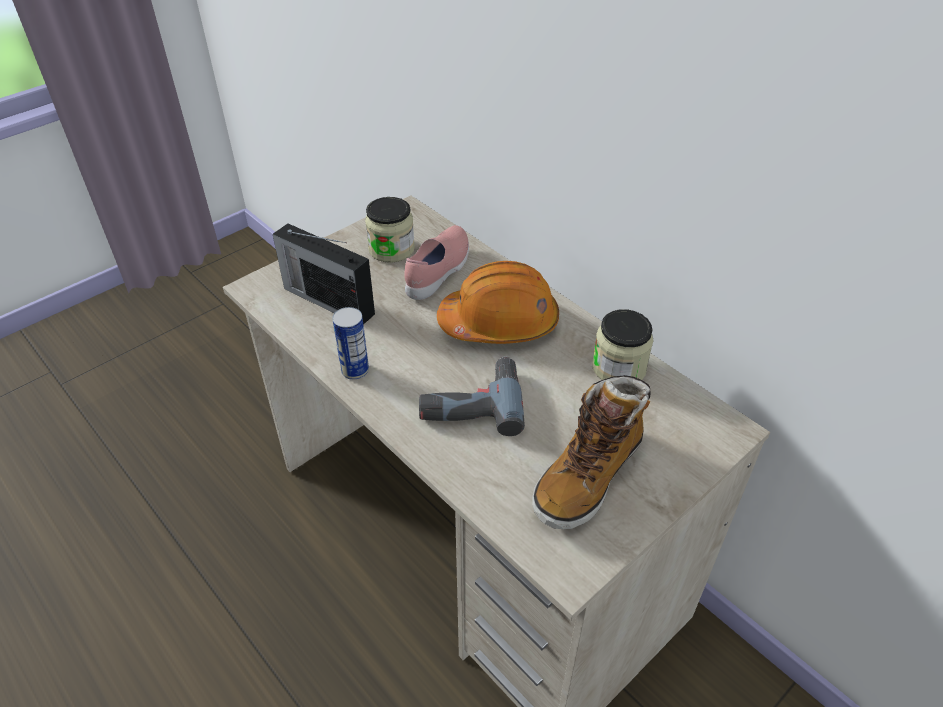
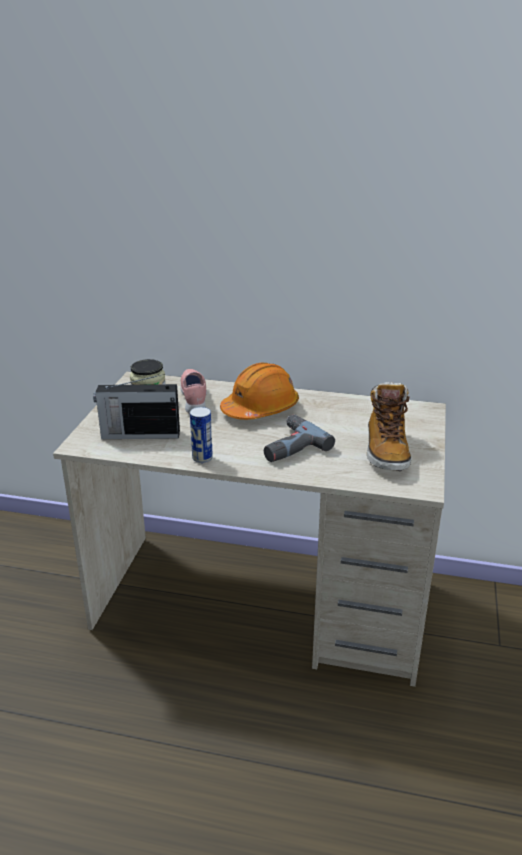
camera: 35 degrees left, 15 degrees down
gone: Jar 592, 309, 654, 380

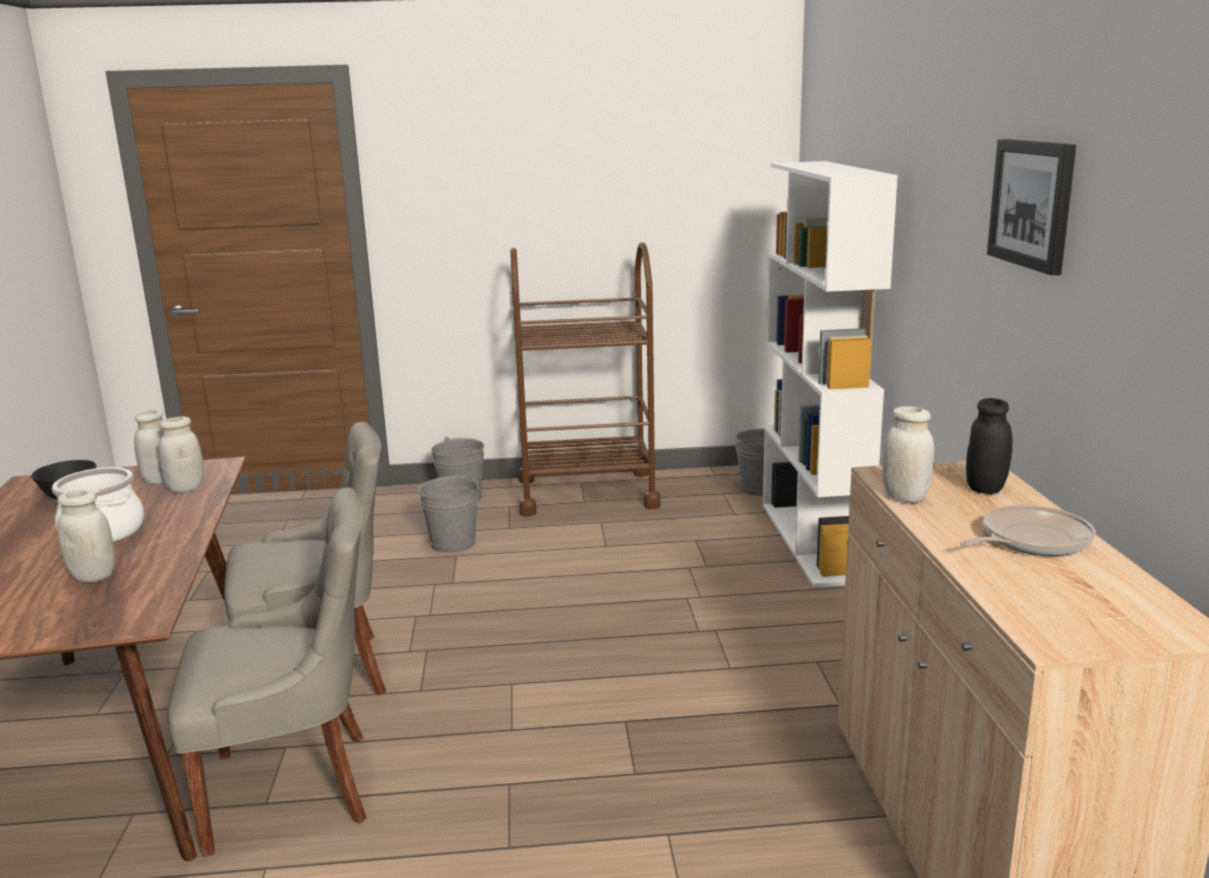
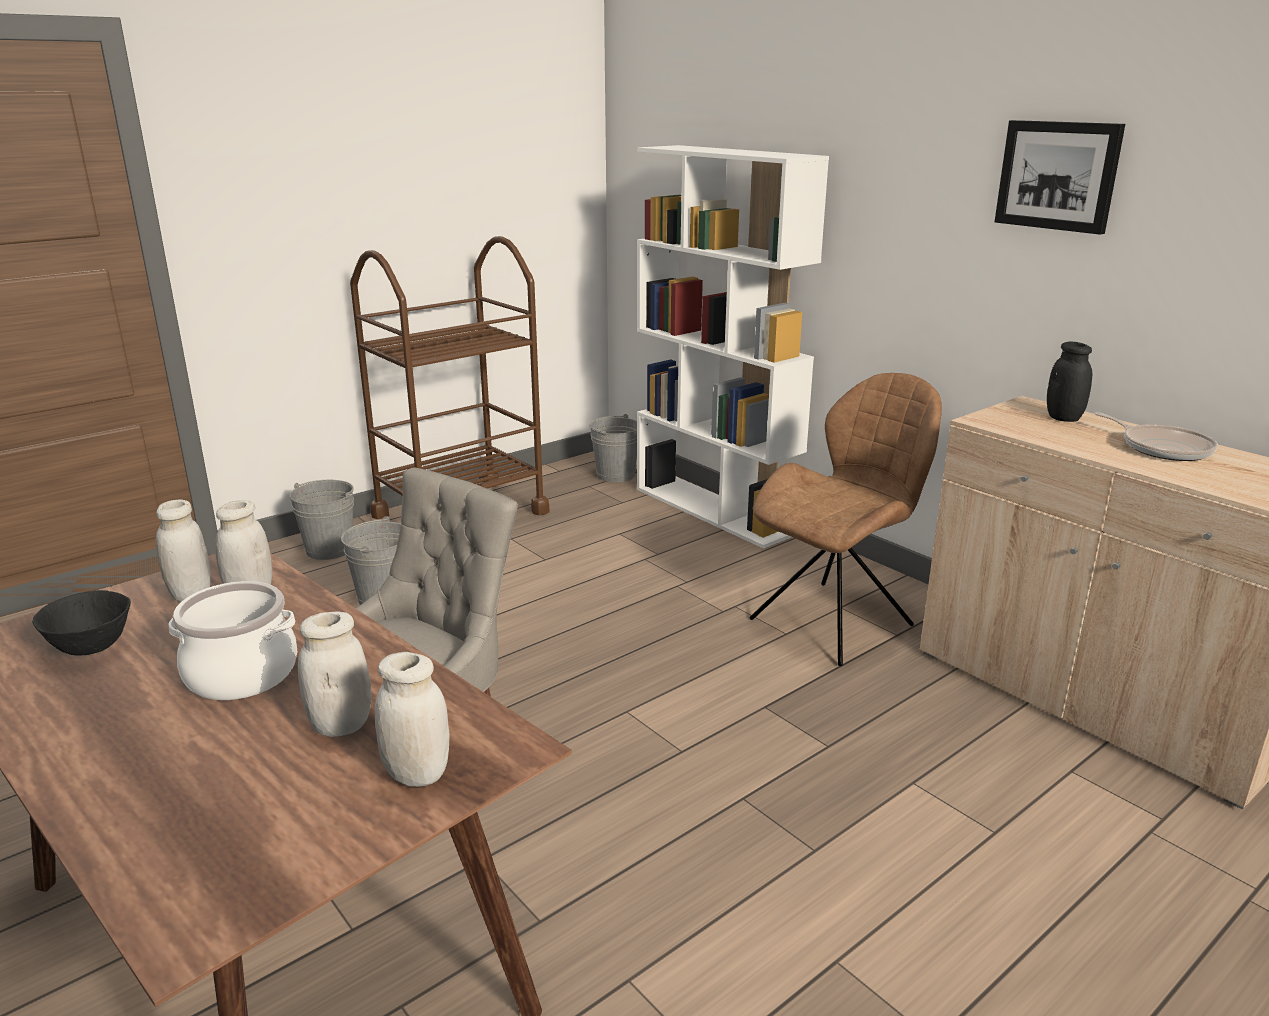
camera: 35 degrees left, 5 degrees up
gone: GreyChair 168, 488, 366, 857
new: BrownChair 749, 373, 942, 666
shifted: WhiteJar 882, 406, 934, 503 to 375, 652, 450, 787
rotated: FryingPan 959, 505, 1096, 556 = 1095, 412, 1218, 461 120 degrees clockwise

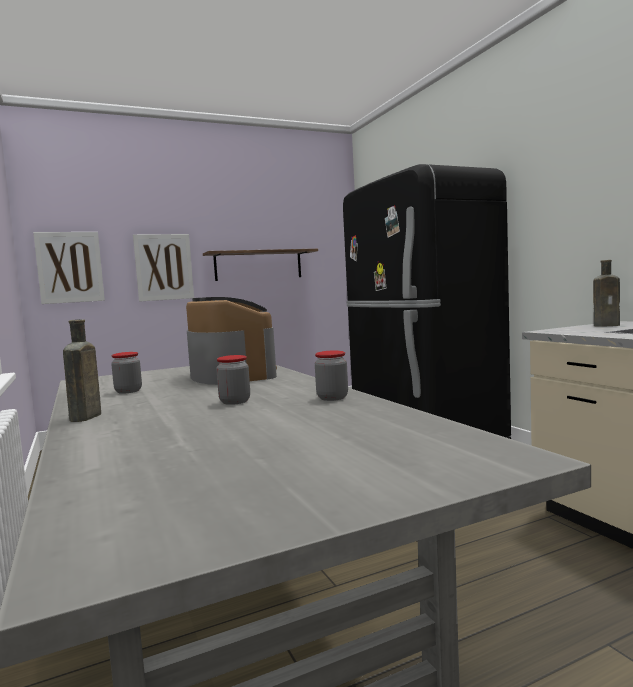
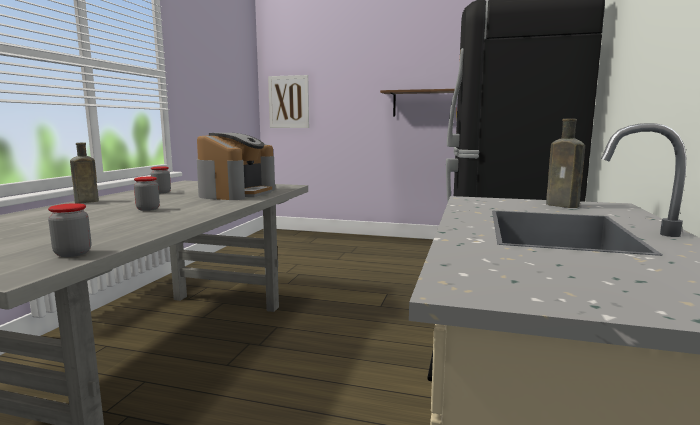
camera: 40 degrees right, 5 degrees up
gone: Picture 133, 234, 194, 302
shifted: Jar 315, 350, 348, 401 to 48, 203, 91, 257

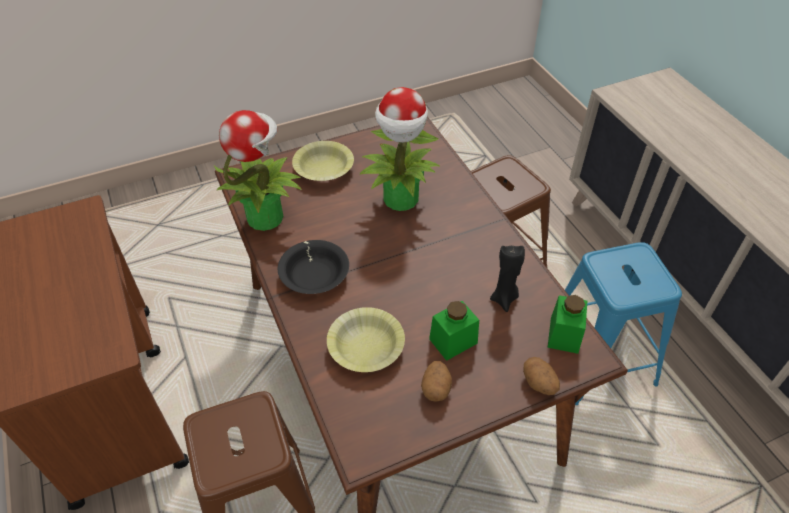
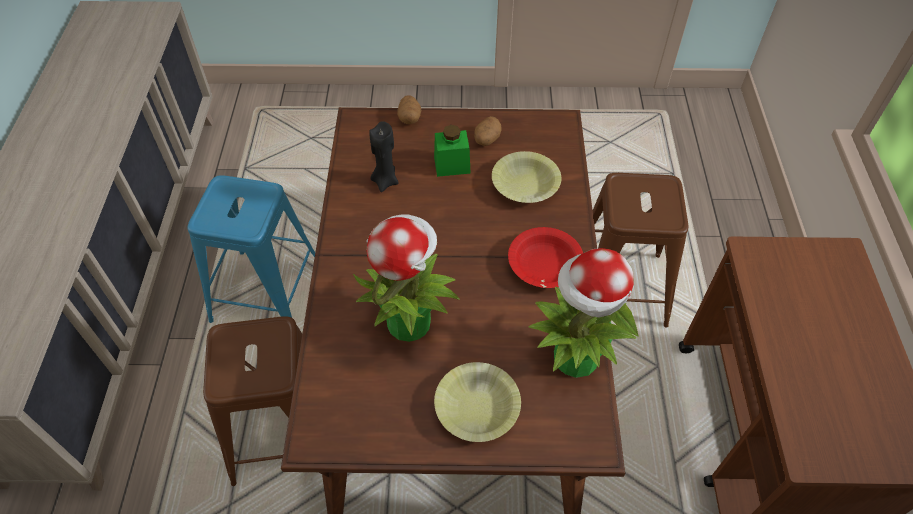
camera: 155 degrees left, 5 degrees up
gone: GreenJar 548, 295, 587, 354
repainted: BlackBowl 278, 240, 349, 294 to RedBowl 508, 227, 583, 288

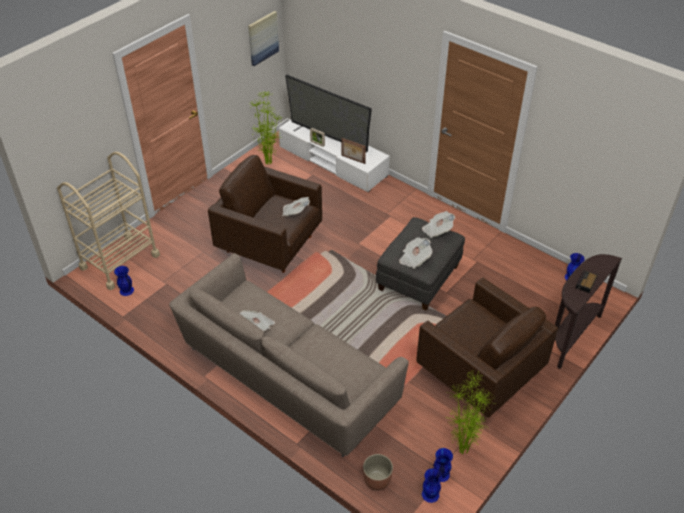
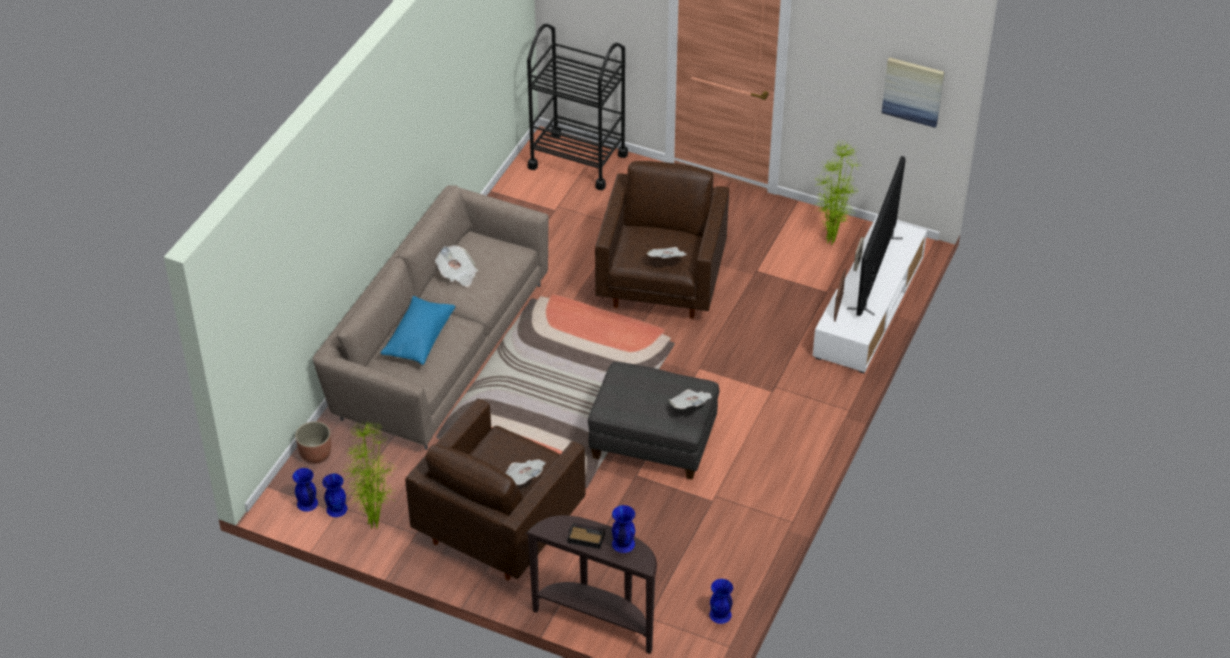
camera: 75 degrees right, 0 degrees up
new: BluePillow 380, 296, 455, 365
shifted: BlueVase 114, 266, 134, 296 to 612, 505, 635, 553; Newspaper 399, 237, 432, 269 to 506, 459, 546, 485
repainted: BeigeCart 57, 152, 160, 290 to BlackCart 527, 24, 628, 190

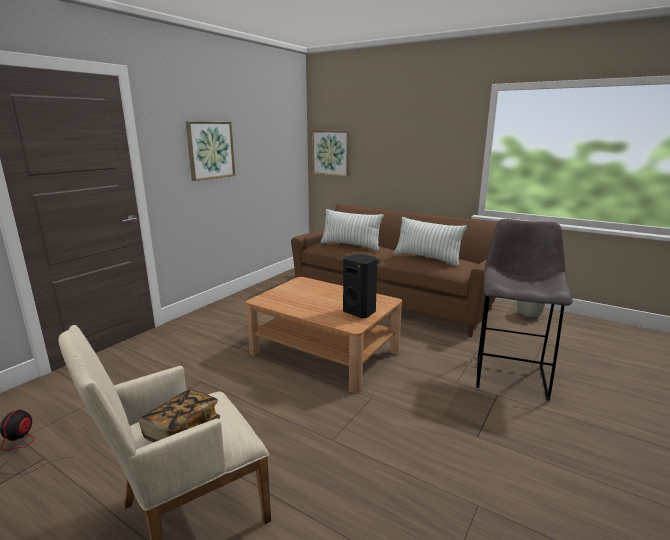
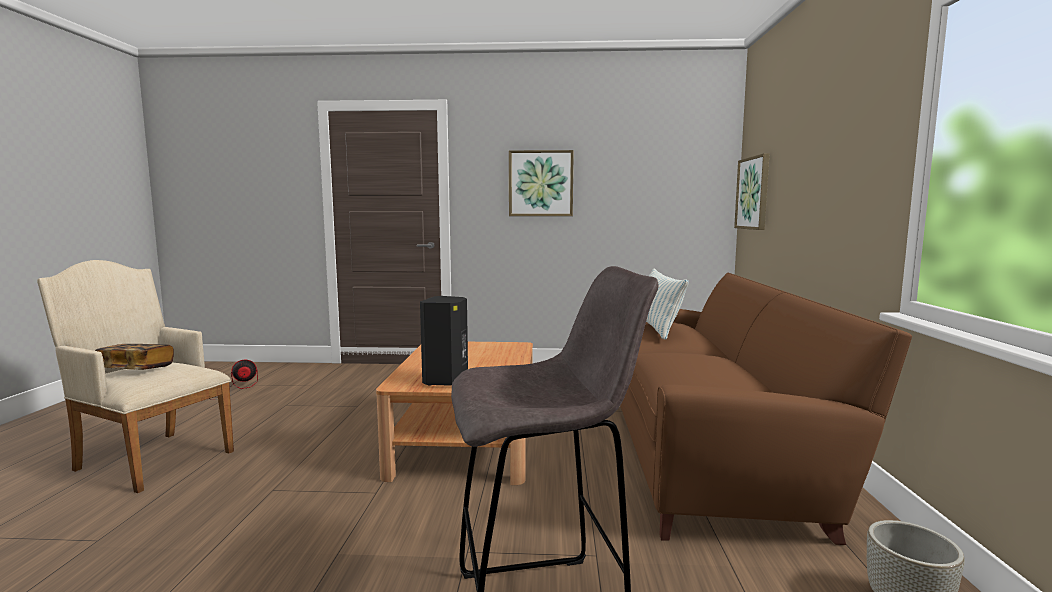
camera: 60 degrees right, 10 degrees down
gone: Pillow 394, 217, 467, 266

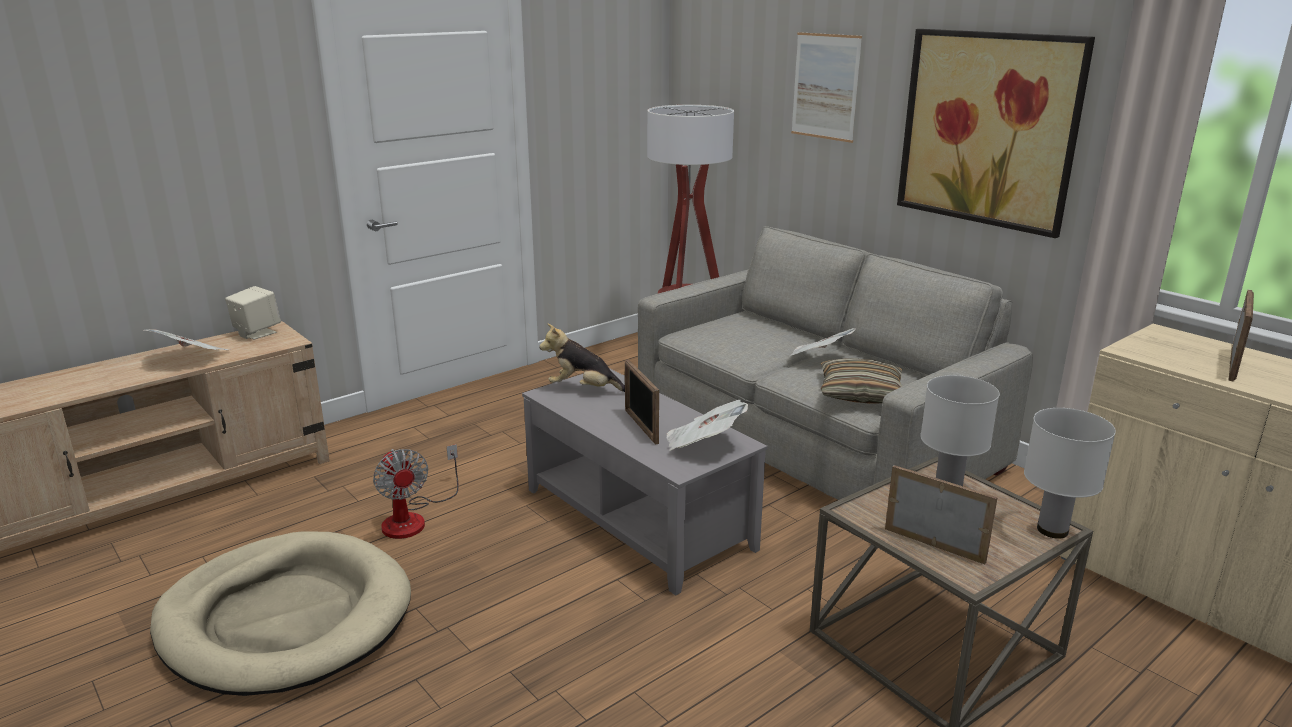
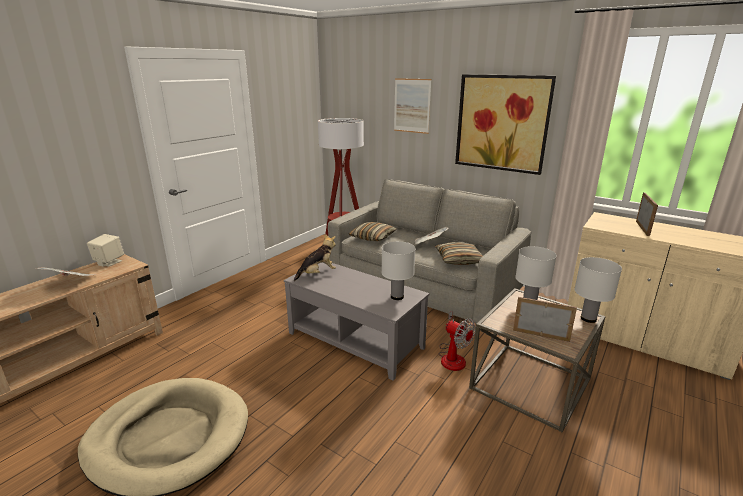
camera: 15 degrees left, 0 degrees up
gone: PictureFrame 625, 359, 659, 444
new: Pillow 348, 222, 398, 241
shifted: Fan 373, 444, 458, 539 to 438, 311, 476, 371
swapped: Newspaper 666, 400, 748, 451 to WhiteTableLamp 381, 241, 416, 300
rotated: PlushToy 539, 323, 625, 392 = 294, 234, 336, 281 150 degrees clockwise

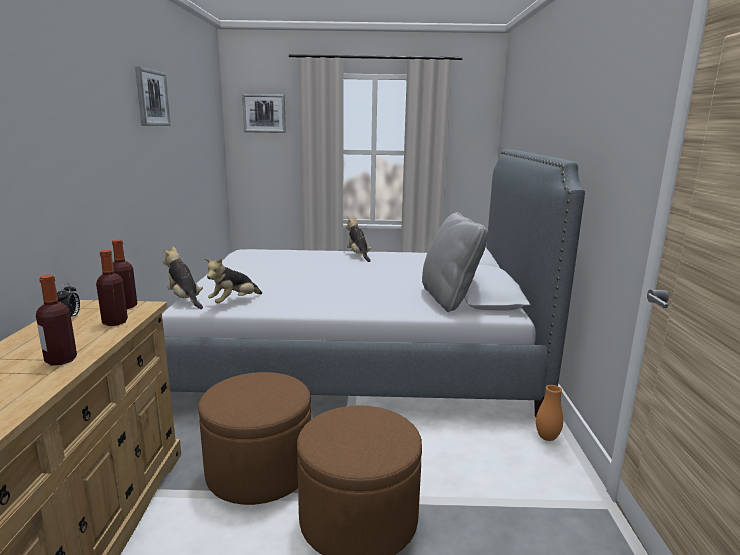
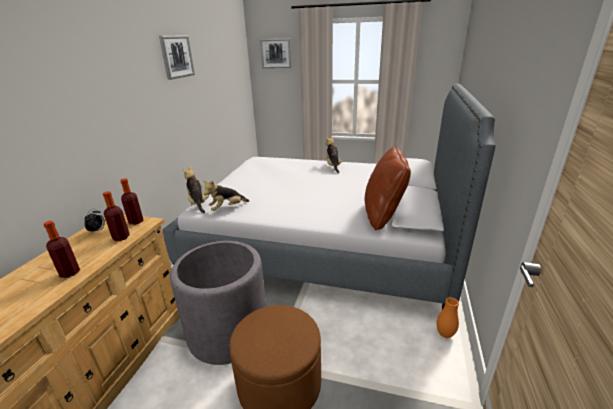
camera: 15 degrees right, 10 degrees up
swapped: BrownOttoman 198, 372, 311, 505 to GreyPlanter 170, 241, 266, 365
repainted: GreyPillow 422, 212, 488, 312 to BrownPillow 365, 146, 411, 231

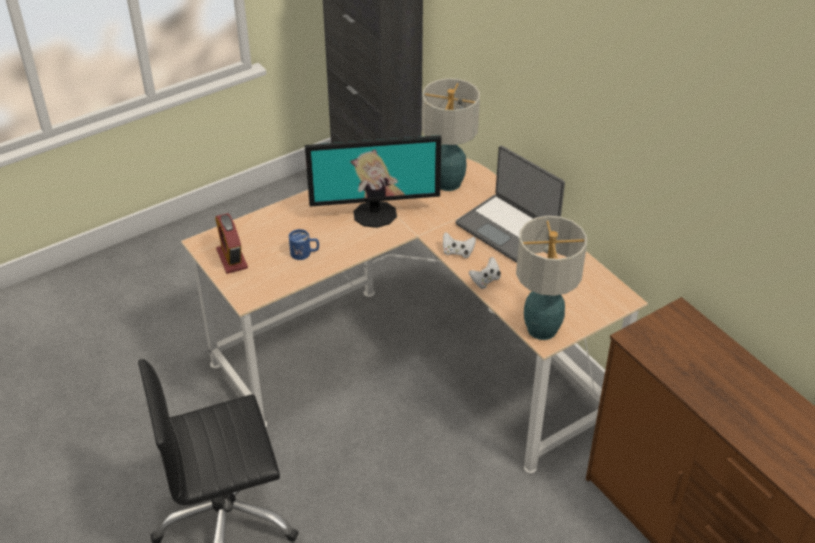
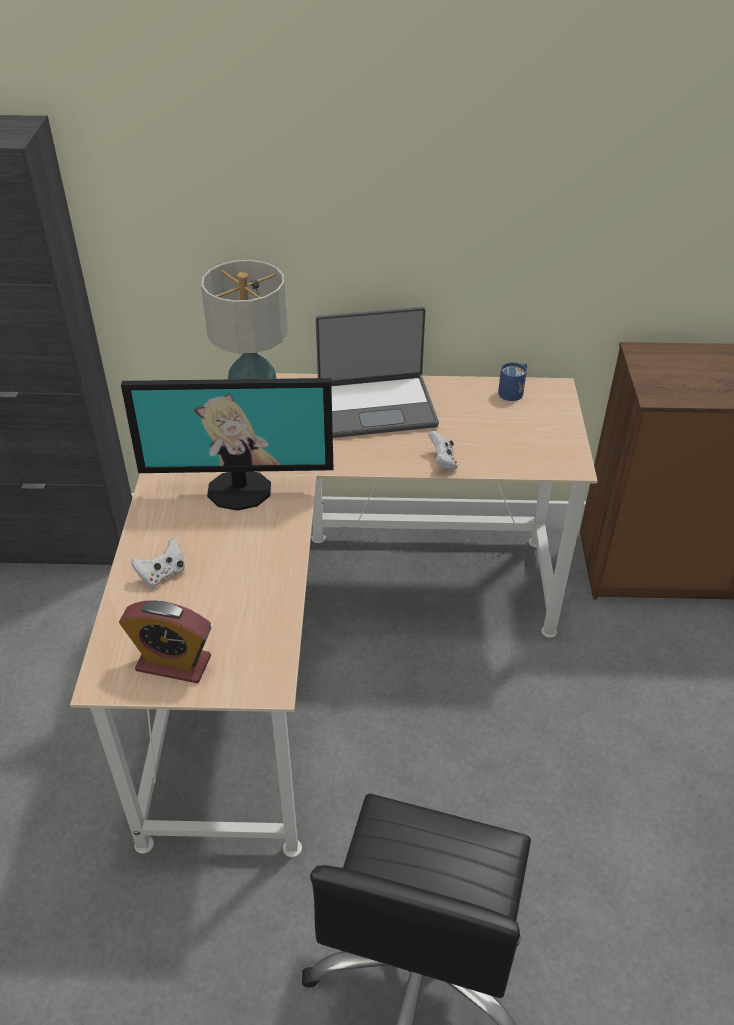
camera: 55 degrees left, 0 degrees up
gone: TableLamp 516, 216, 587, 340
shifted: BlueMug 289, 229, 319, 260 to 498, 362, 527, 401; WhiteGameController 443, 232, 476, 258 to 131, 538, 185, 587
rotated: Monitor 305, 135, 441, 228 = 121, 378, 333, 511 60 degrees clockwise

